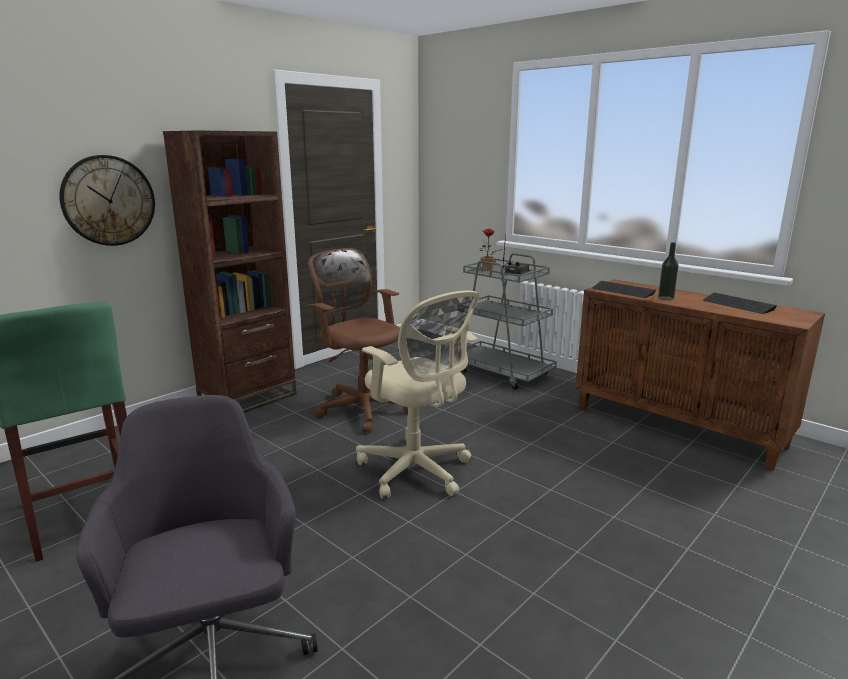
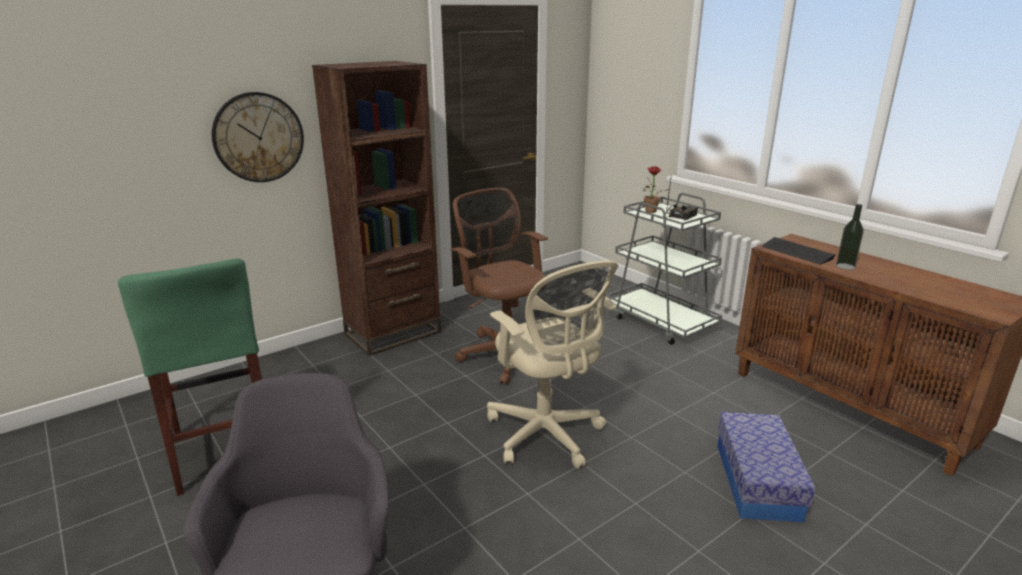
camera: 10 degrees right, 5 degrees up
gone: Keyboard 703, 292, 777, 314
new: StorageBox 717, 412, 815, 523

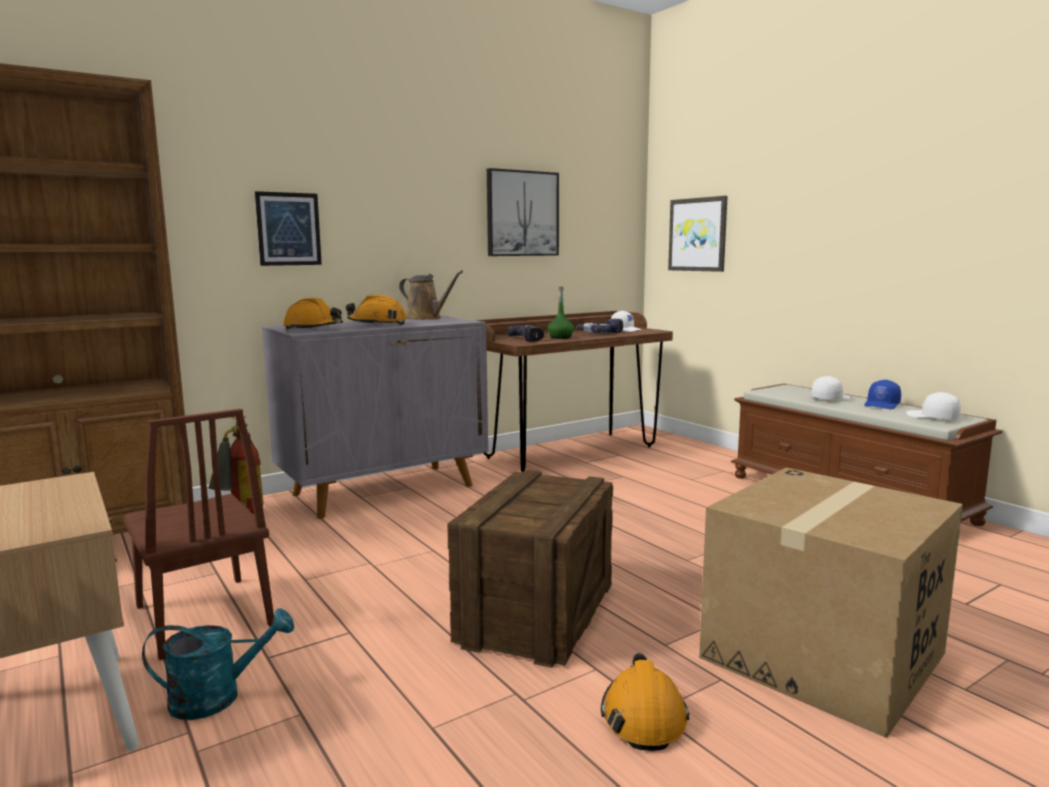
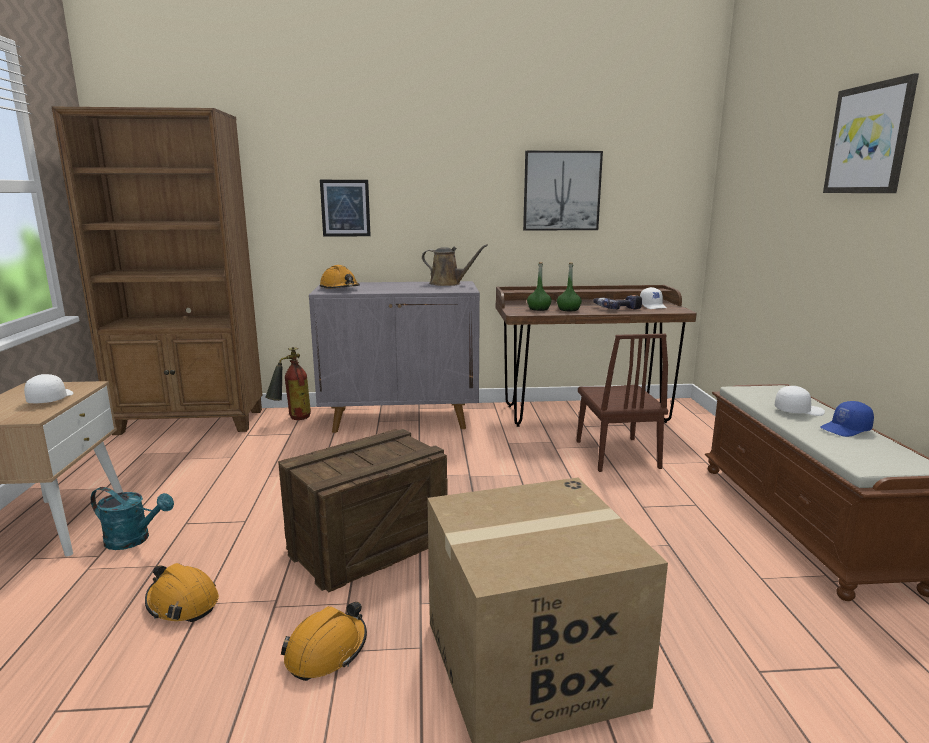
camera: 30 degrees right, 5 degrees up
shifted: BrownChair 123, 409, 274, 660 to 577, 334, 668, 472; OrangeHardHat 346, 295, 407, 325 to 145, 563, 219, 622; Picture 668, 196, 728, 272 to 823, 73, 919, 193; WhiteCap 906, 392, 961, 419 to 24, 374, 73, 403
swapped: PowerDrill 507, 325, 544, 342 to GreenBottle 527, 262, 552, 311
rotated: BrownWateringCan 399, 270, 463, 320 = 422, 244, 488, 286 45 degrees counterclockwise

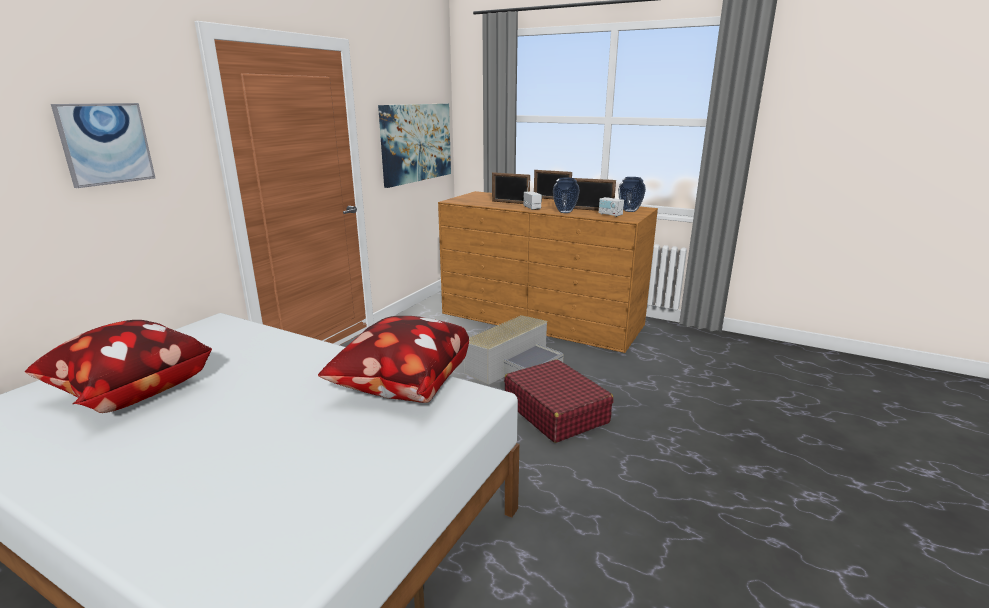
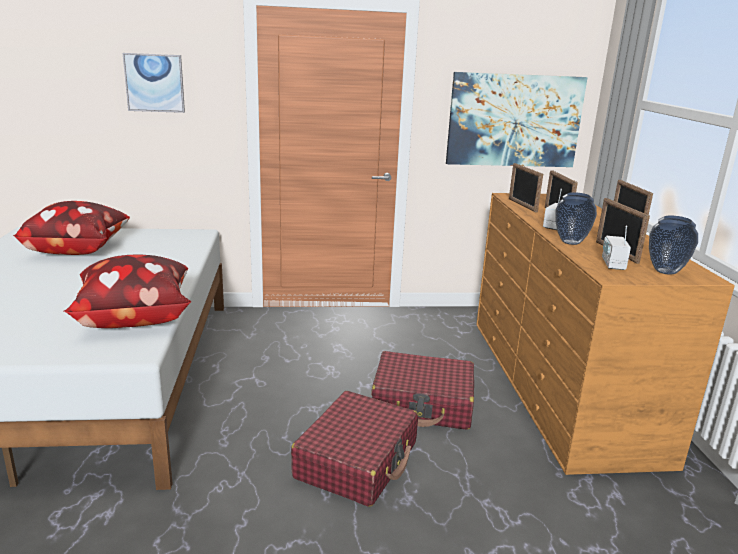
camera: 55 degrees right, 0 degrees up
new: PictureFrame 509, 163, 543, 213
swapped: GreyStorageBox 463, 315, 564, 385 to RedSuitcase 371, 351, 474, 430

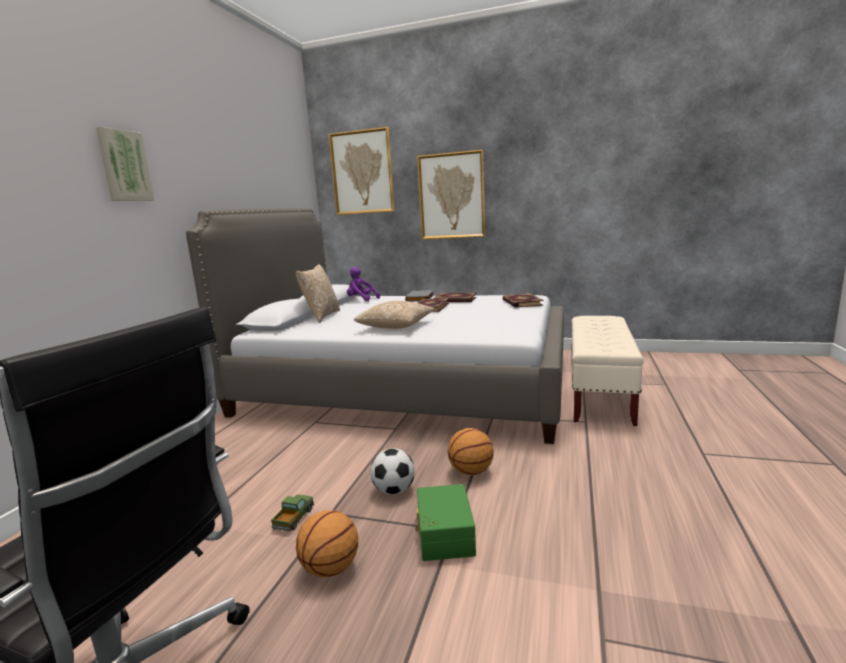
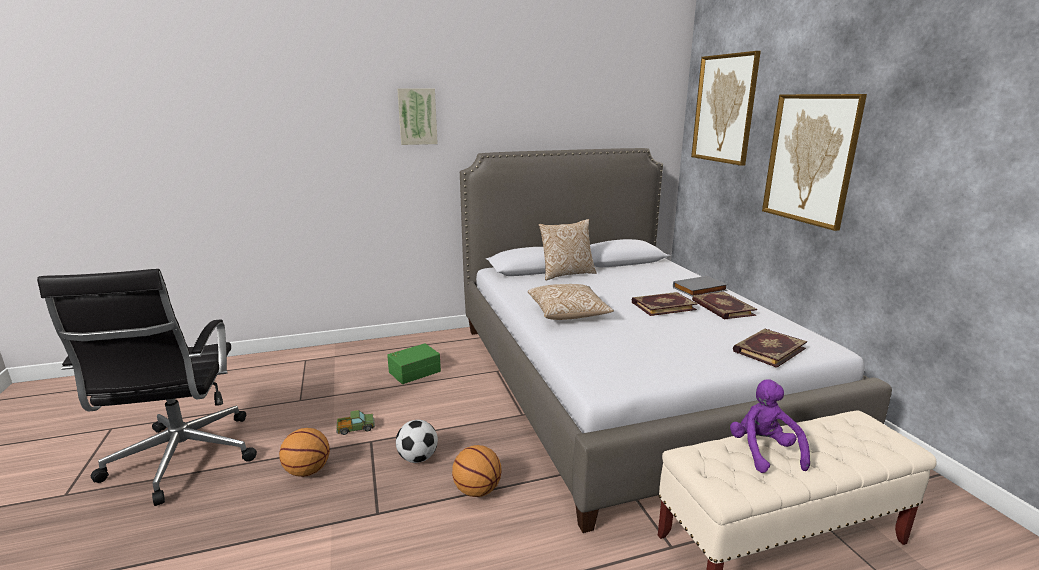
camera: 55 degrees right, 5 degrees up
shifted: PurplePlushToy 347, 267, 380, 301 to 730, 379, 810, 473; GreenStorageBox 415, 484, 476, 561 to 387, 343, 441, 384

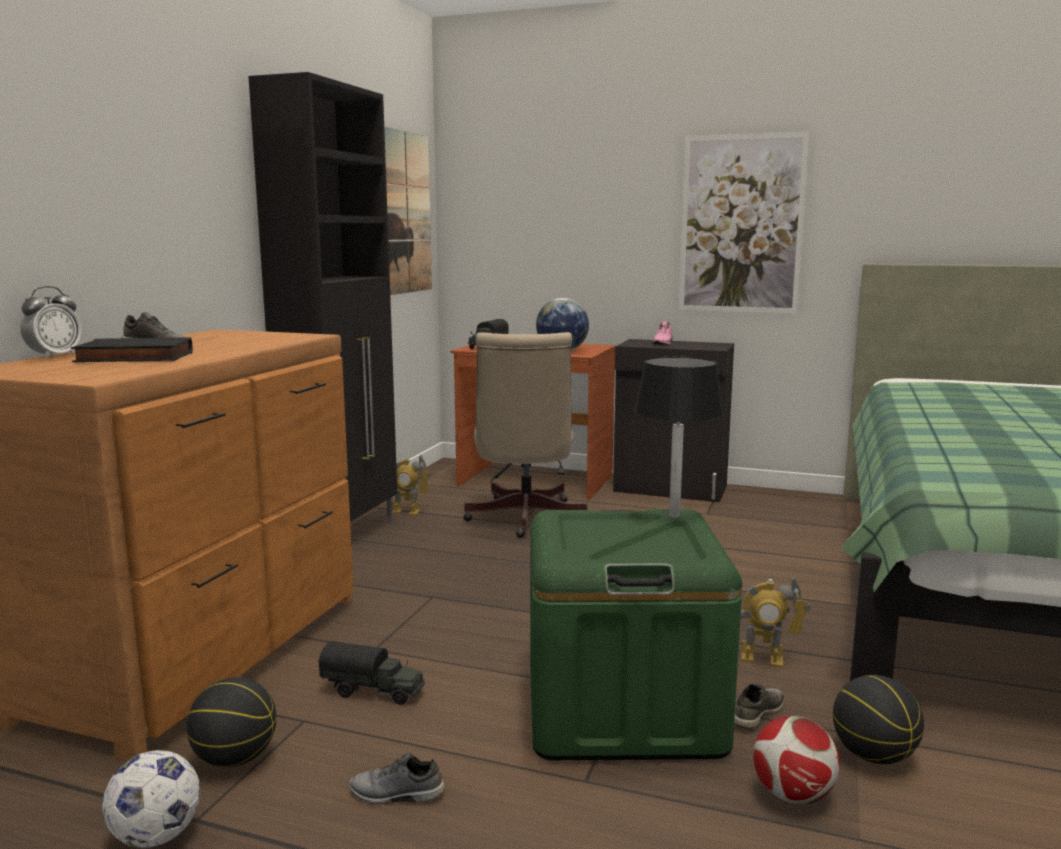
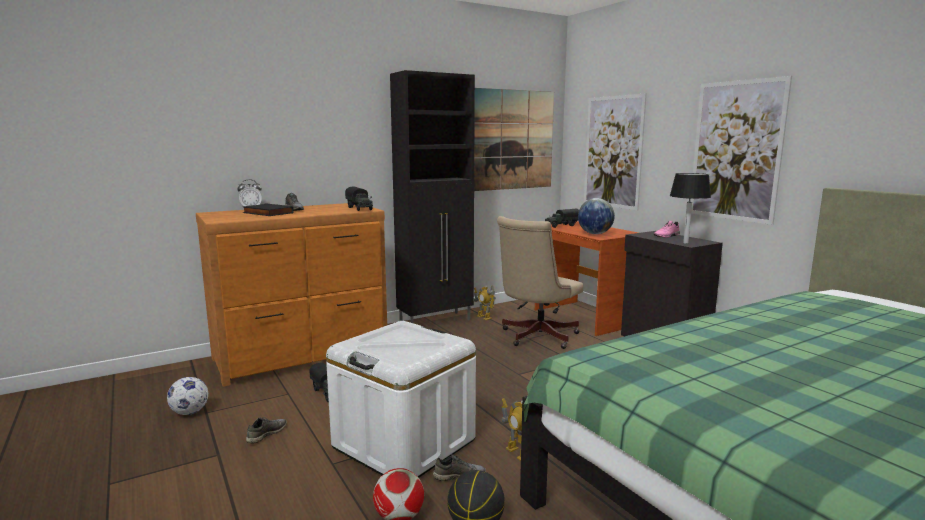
camera: 40 degrees right, 0 degrees up
gone: Basketball 186, 677, 277, 767
new: ToyTruck 345, 187, 373, 211; Picture 584, 93, 647, 210
shifted: BlackTableLamp 634, 357, 724, 518 to 670, 173, 711, 244
repainted: GreenStorageBox 530, 510, 742, 760 to WhiteStorageBox 326, 321, 476, 478
rotated: GreyShoe 349, 753, 445, 804 = 246, 417, 287, 443 75 degrees clockwise

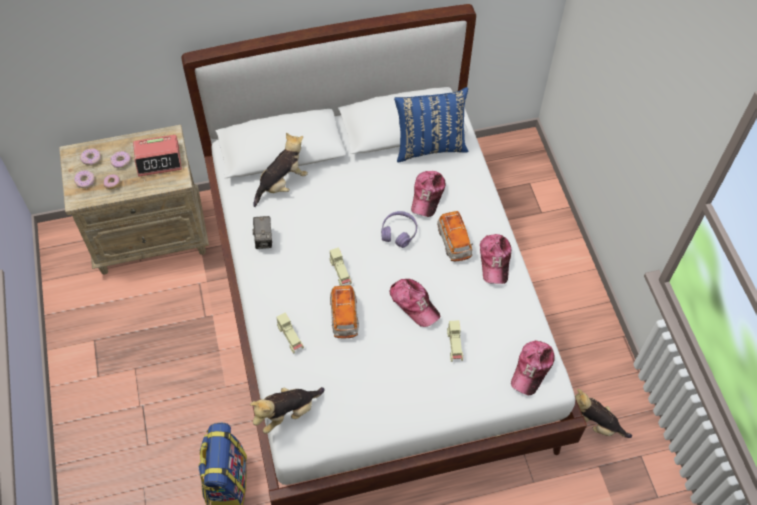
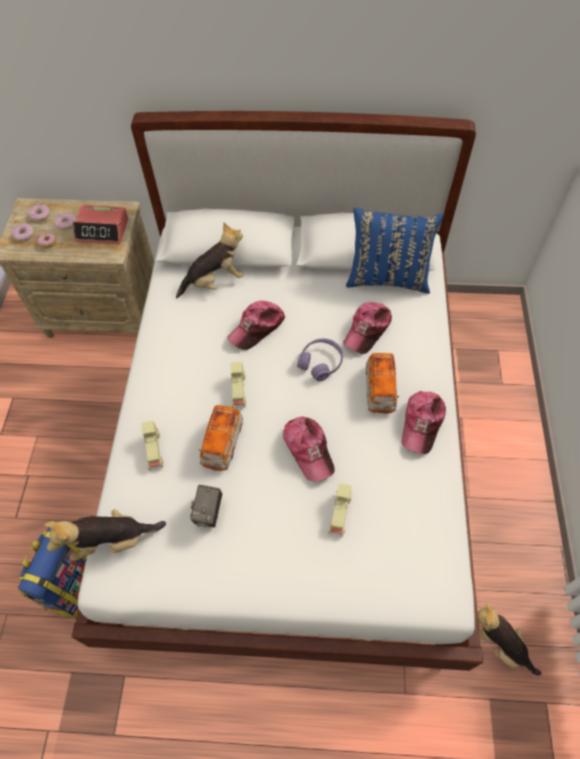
camera: 20 degrees right, 0 degrees up
shifted: PhotoCamera 253, 216, 272, 249 to 190, 485, 223, 527; Cap 511, 340, 555, 395 to 227, 301, 285, 350

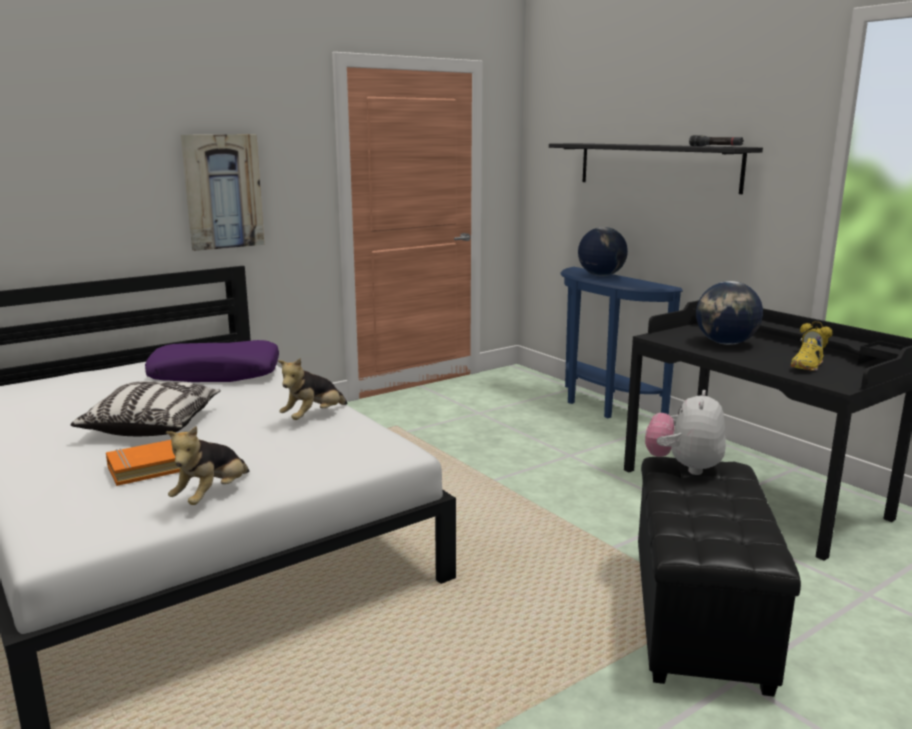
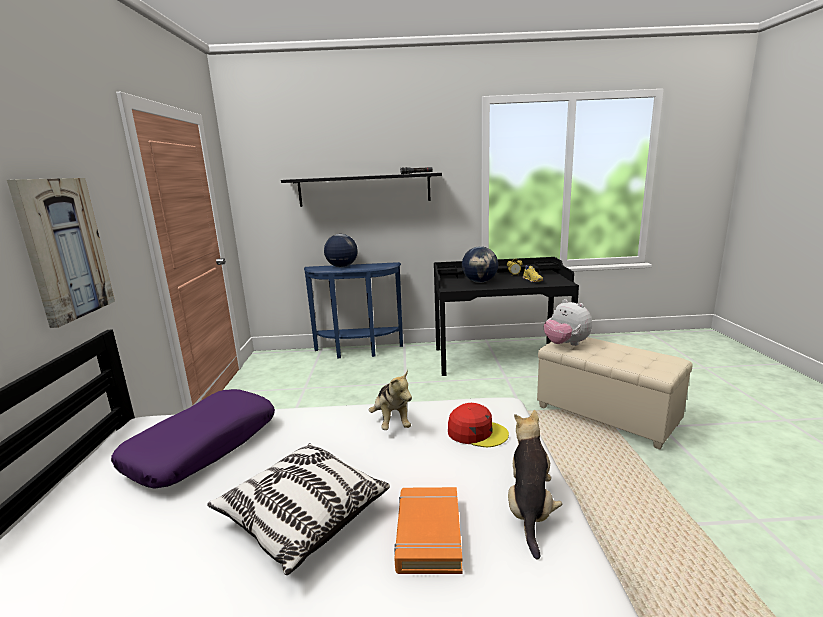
camera: 55 degrees left, 0 degrees up
new: RedCap 448, 403, 509, 447
repainted: BlackOttoman 638, 457, 801, 696 to BeigeOttoman 537, 337, 692, 449
rotated: PlushToy 166, 426, 249, 505 = 508, 410, 562, 560 135 degrees counterclockwise

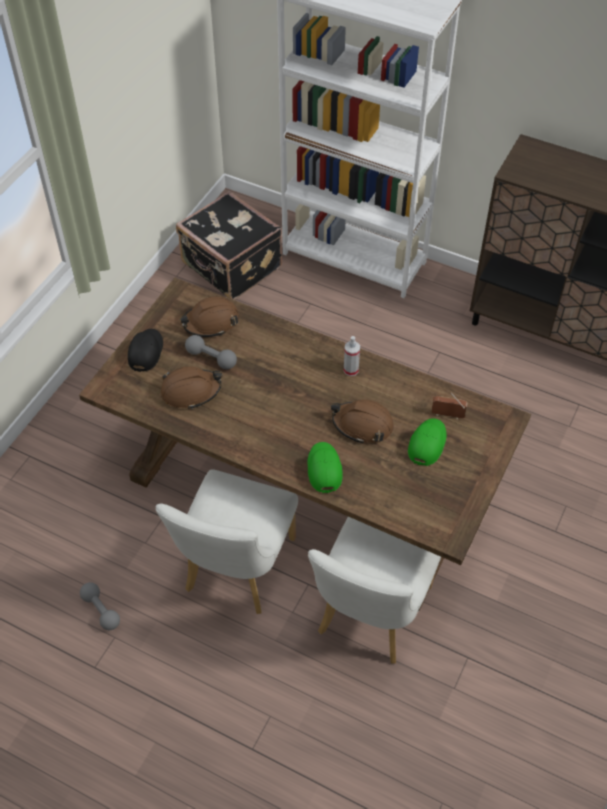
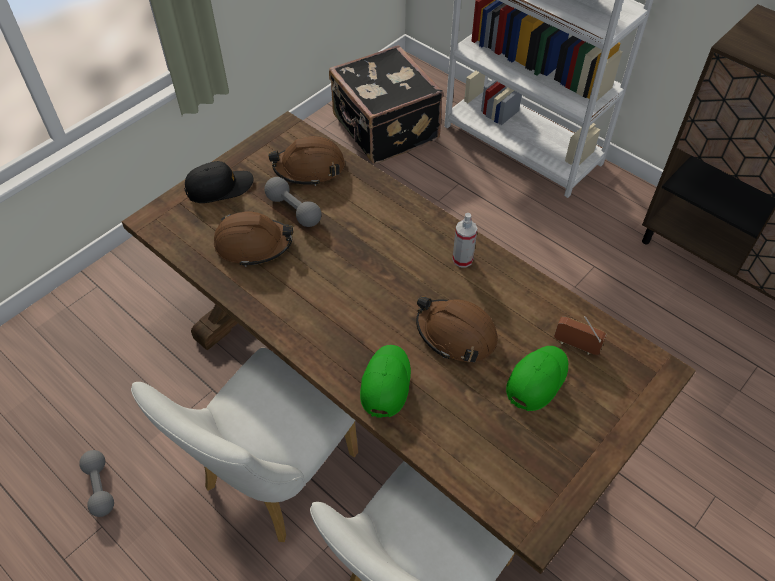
camera: 15 degrees right, 0 degrees up
rotated: BlackCap 128, 329, 163, 372 = 184, 161, 253, 203 45 degrees clockwise

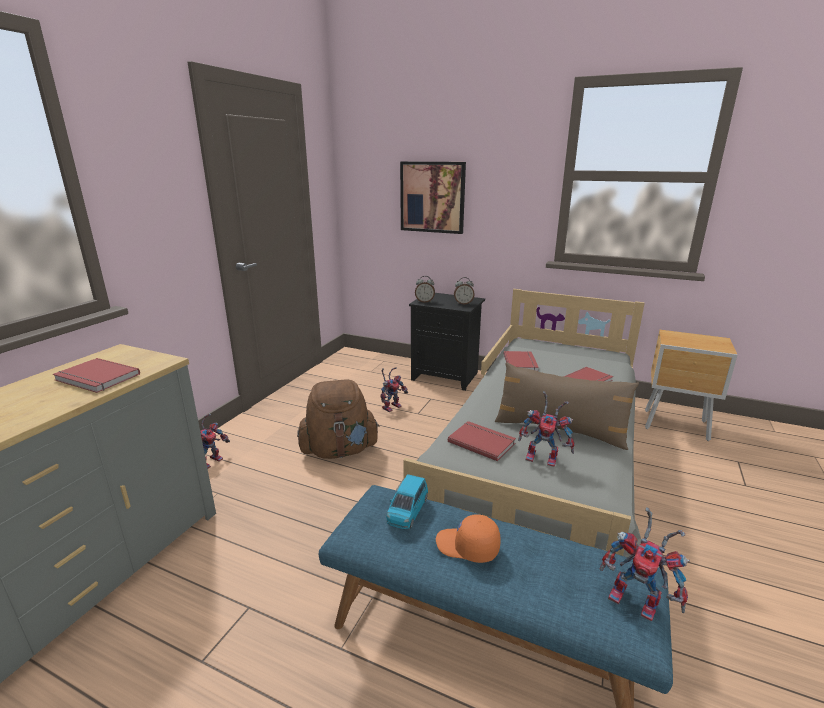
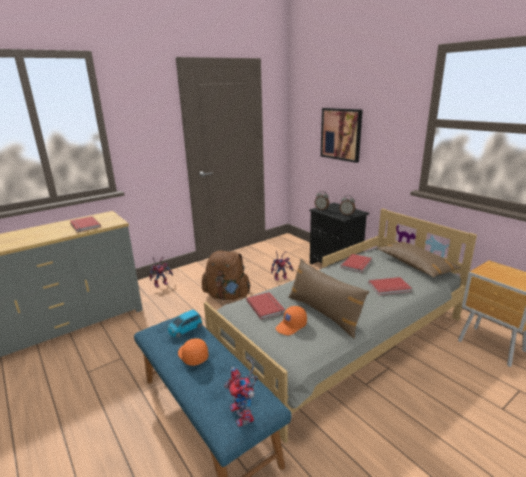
camera: 30 degrees right, 0 degrees up
new: BrownPillow 377, 242, 461, 278
swapped: ToyRobot 518, 391, 575, 467 to OrangeCap 276, 306, 307, 335

